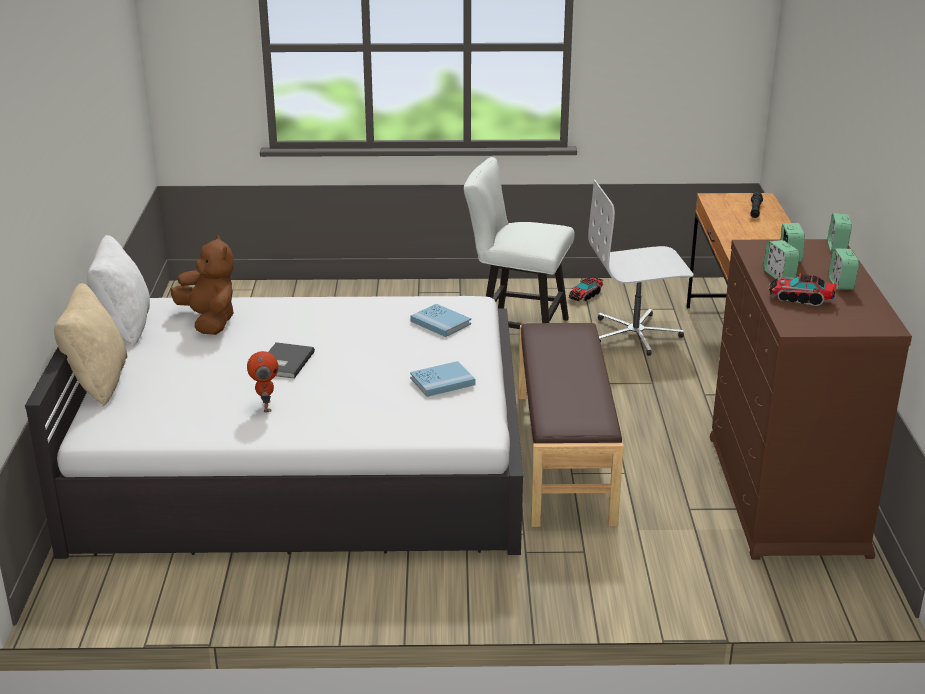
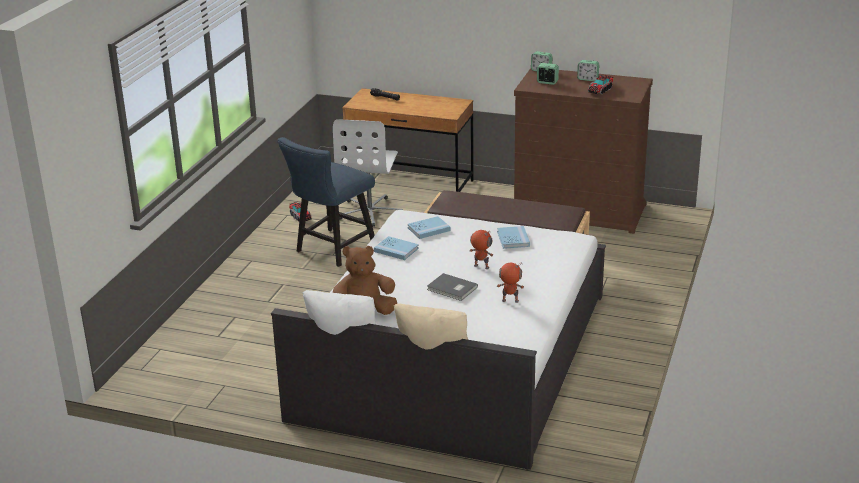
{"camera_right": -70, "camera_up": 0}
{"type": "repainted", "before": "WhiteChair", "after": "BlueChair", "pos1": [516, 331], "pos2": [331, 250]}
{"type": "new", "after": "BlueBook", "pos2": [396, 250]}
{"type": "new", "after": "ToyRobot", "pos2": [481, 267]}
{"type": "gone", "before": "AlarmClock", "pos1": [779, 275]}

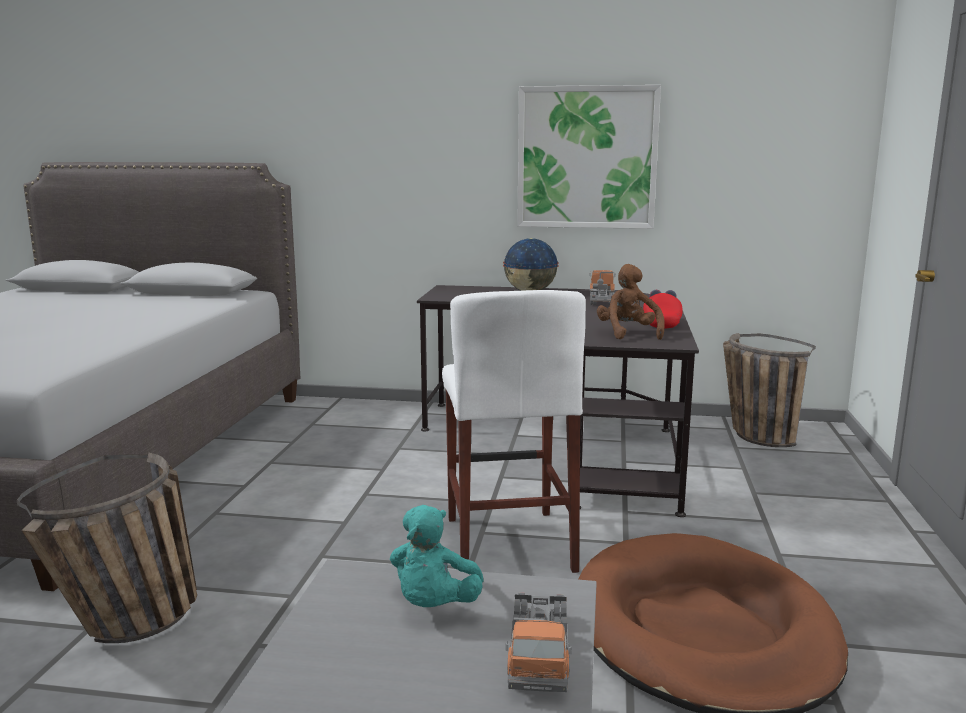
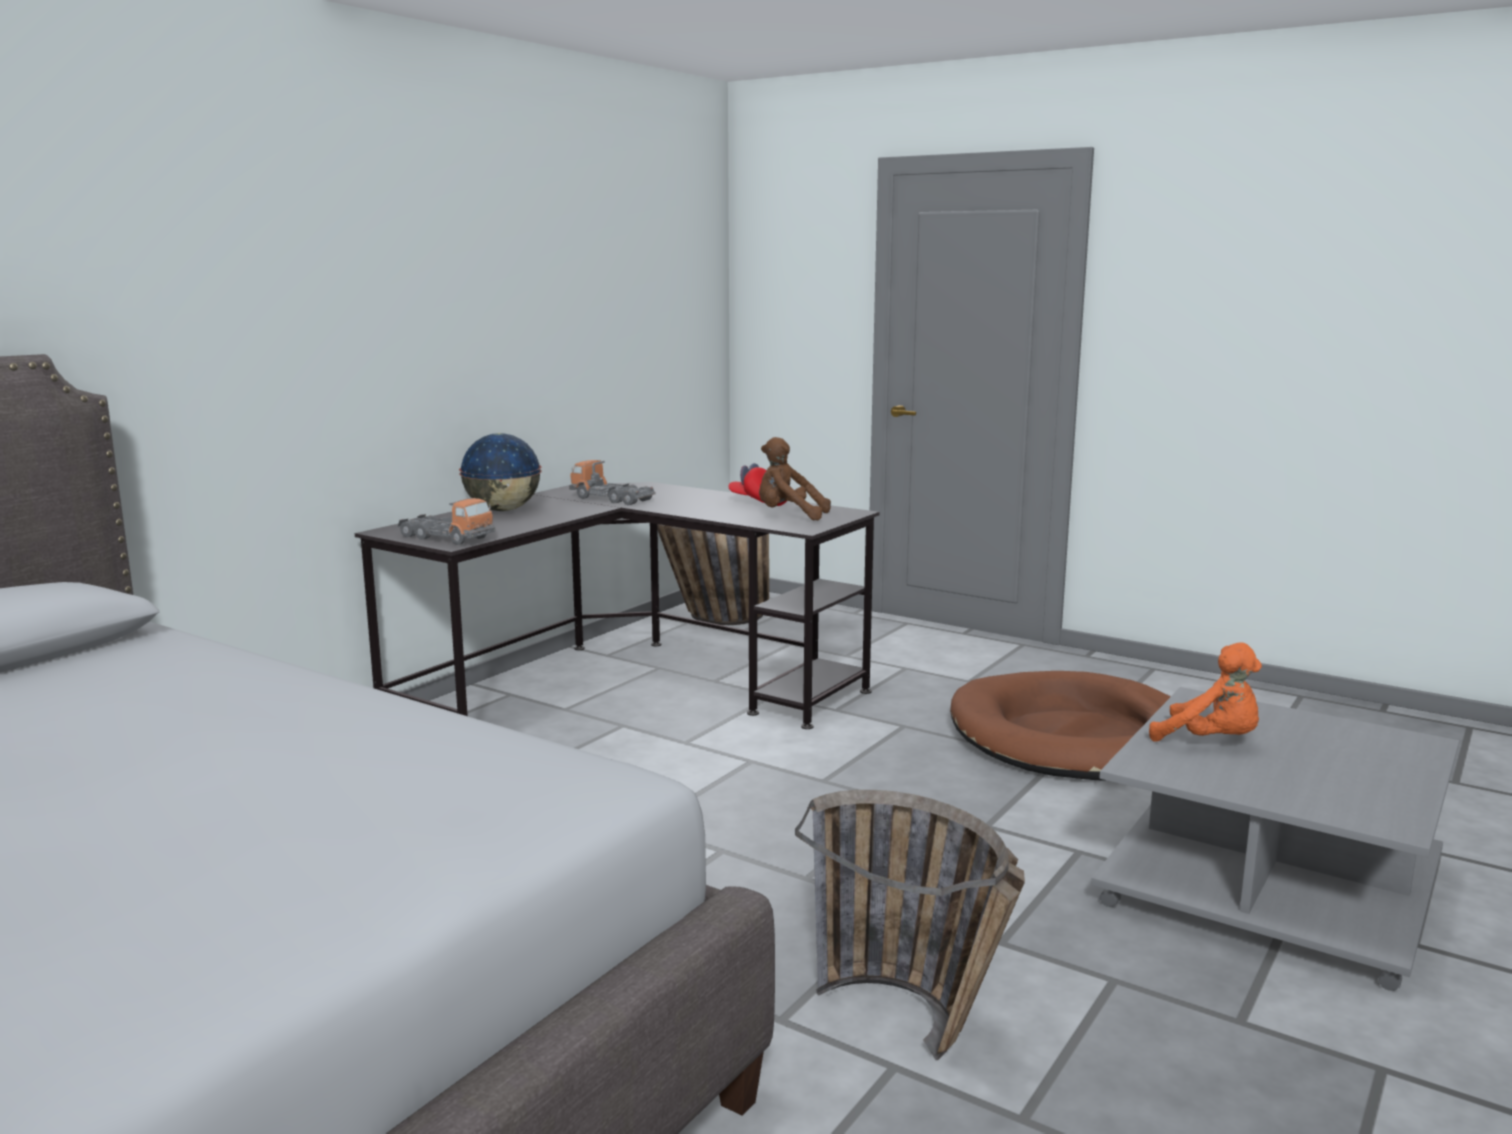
{"camera_right": -65, "camera_up": 0}
{"type": "shifted", "before": "ToyTruck", "pos1": [539, 654], "pos2": [446, 538]}
{"type": "repainted", "before": "TurquoisePlushToy", "after": "OrangePlushToy", "pos1": [434, 606], "pos2": [1211, 741]}
{"type": "gone", "before": "WhiteStool", "pos1": [508, 543]}
{"type": "gone", "before": "Picture", "pos1": [587, 158]}

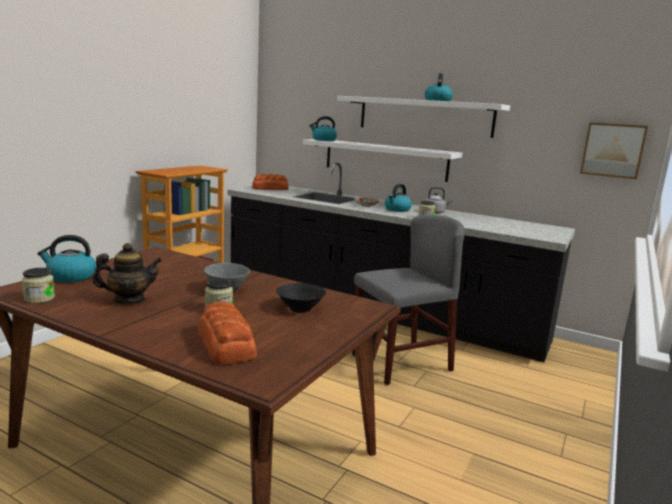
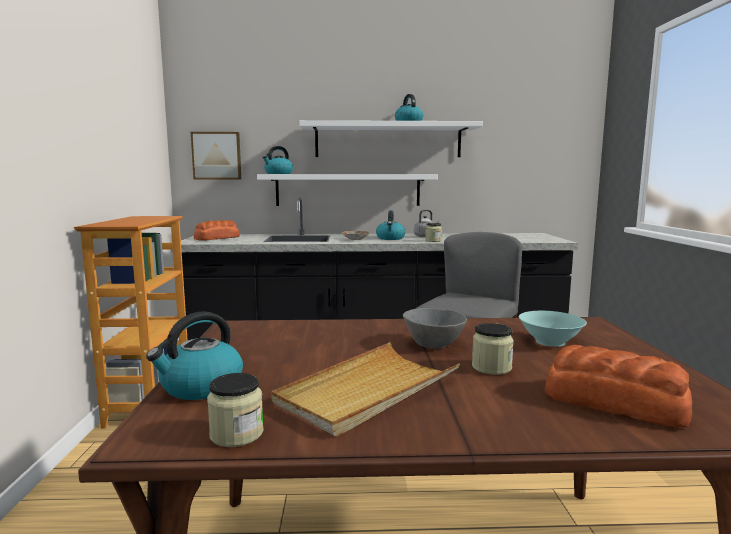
{"camera_right": -30, "camera_up": -5}
{"type": "shifted", "before": "Picture", "pos1": [613, 150], "pos2": [217, 156]}
{"type": "swapped", "before": "Teapot", "after": "BeigeTray", "pos1": [129, 300], "pos2": [368, 391]}
{"type": "repainted", "before": "BlackBowl", "after": "TurquoiseBowl", "pos1": [299, 308], "pos2": [550, 342]}

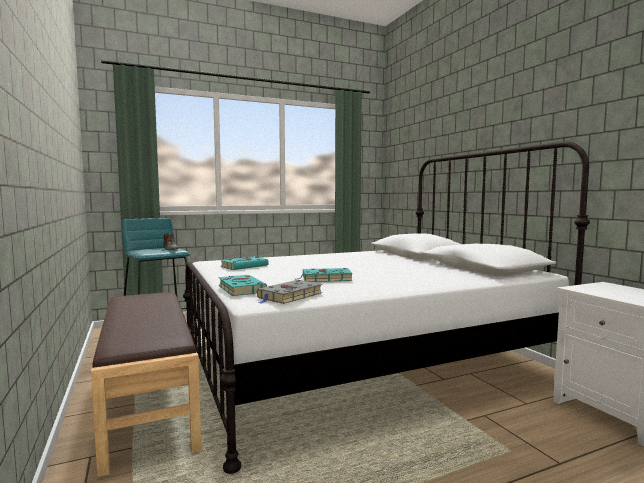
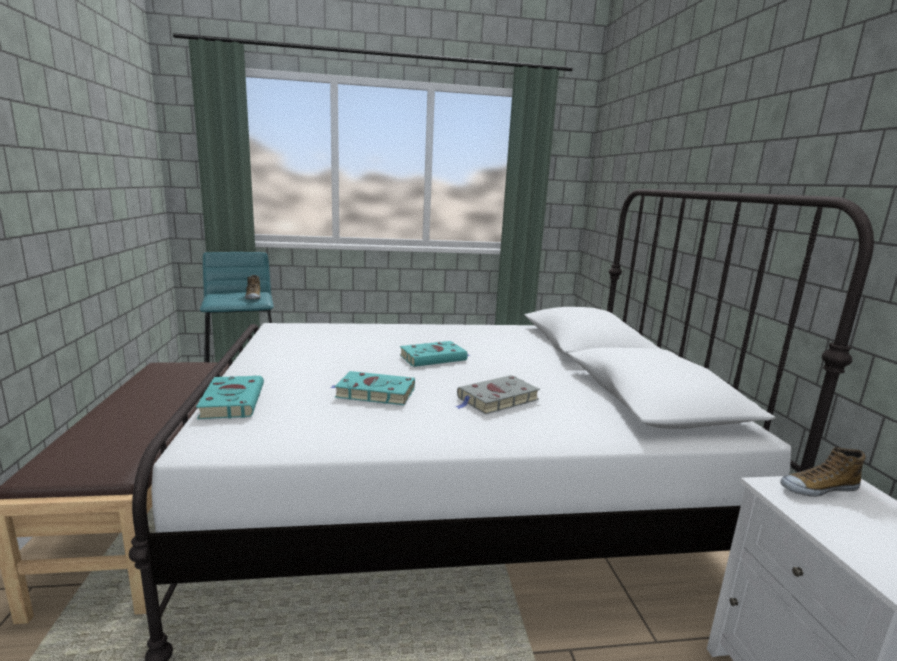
{"camera_right": 15, "camera_up": 10}
{"type": "shifted", "before": "TurquoiseBook", "pos1": [245, 266], "pos2": [434, 358]}
{"type": "shifted", "before": "GreyBook", "pos1": [289, 296], "pos2": [496, 399]}
{"type": "new", "after": "Shoe", "pos2": [817, 488]}

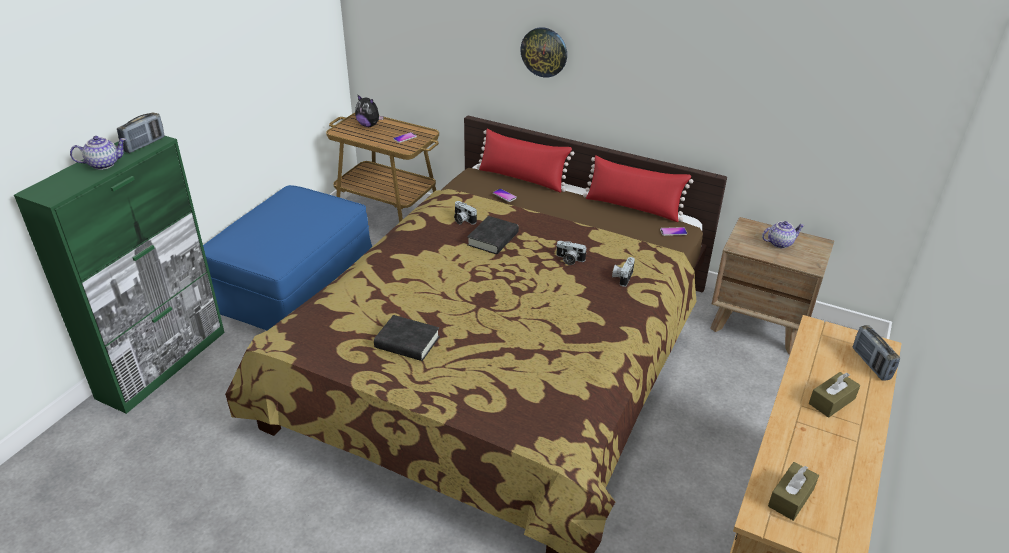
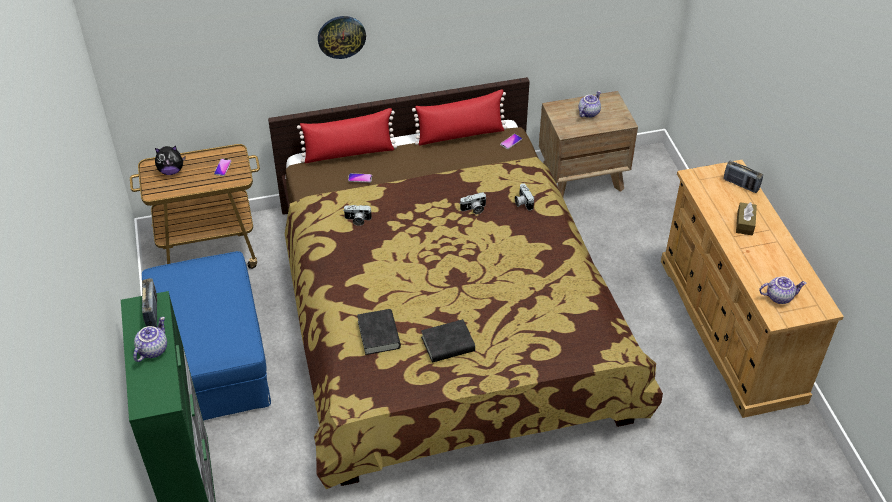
{"camera_right": -40, "camera_up": 10}
{"type": "shifted", "before": "BlackBook", "pos1": [493, 239], "pos2": [379, 334]}
{"type": "swapped", "before": "BrownTissueBox", "after": "Teapot", "pos1": [791, 497], "pos2": [779, 296]}

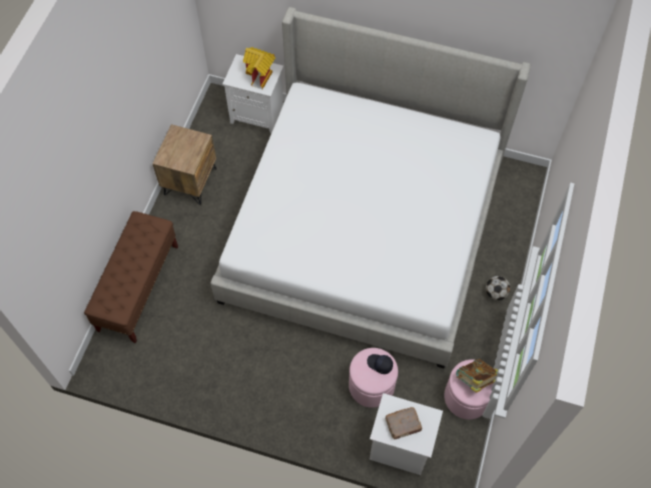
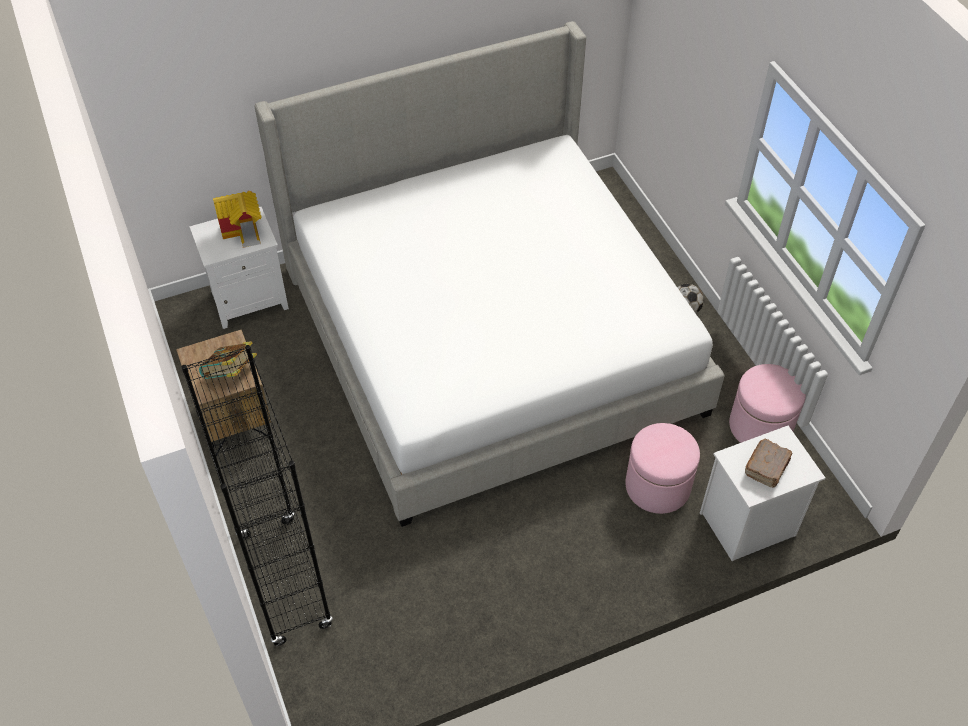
{"camera_right": -40, "camera_up": -10}
{"type": "swapped", "before": "BrownBench", "after": "BlackBookcase", "pos1": [138, 288], "pos2": [284, 580]}
{"type": "shifted", "before": "Book", "pos1": [475, 380], "pos2": [231, 374]}
{"type": "gone", "before": "BlackCap", "pos1": [379, 364]}

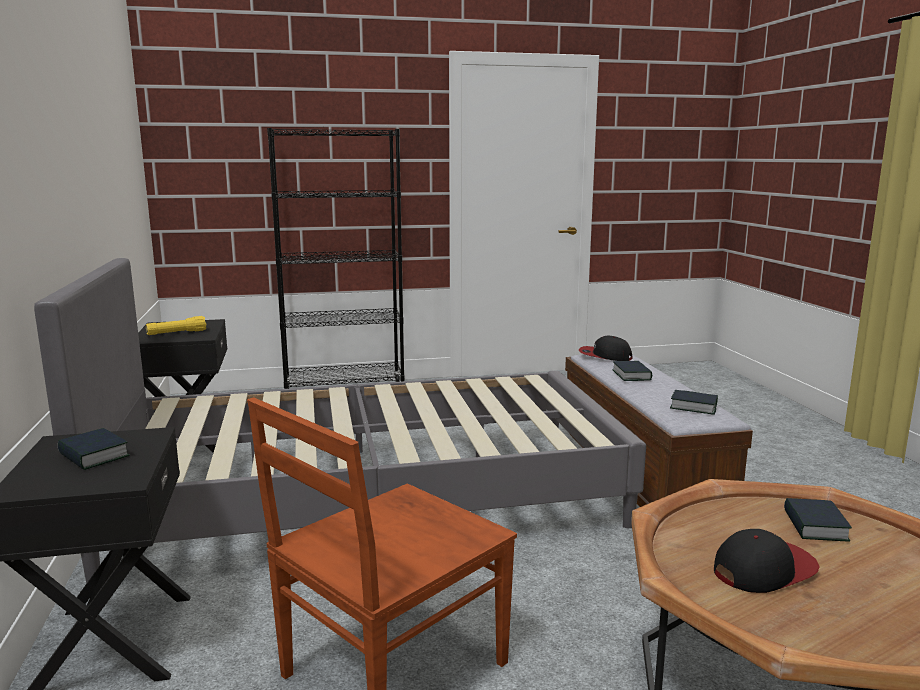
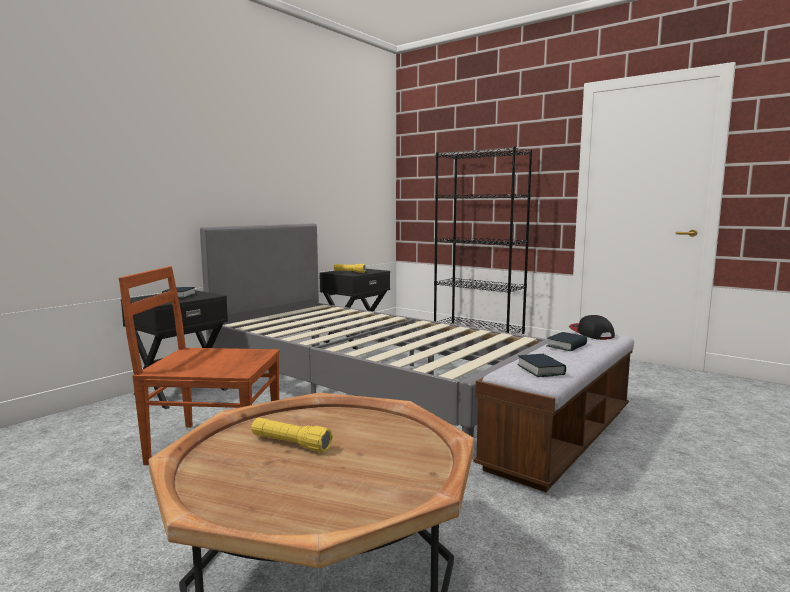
{"camera_right": 50, "camera_up": -5}
{"type": "swapped", "before": "Cap", "after": "YellowFlashlight", "pos1": [763, 570], "pos2": [290, 444]}
{"type": "gone", "before": "Book", "pos1": [815, 526]}

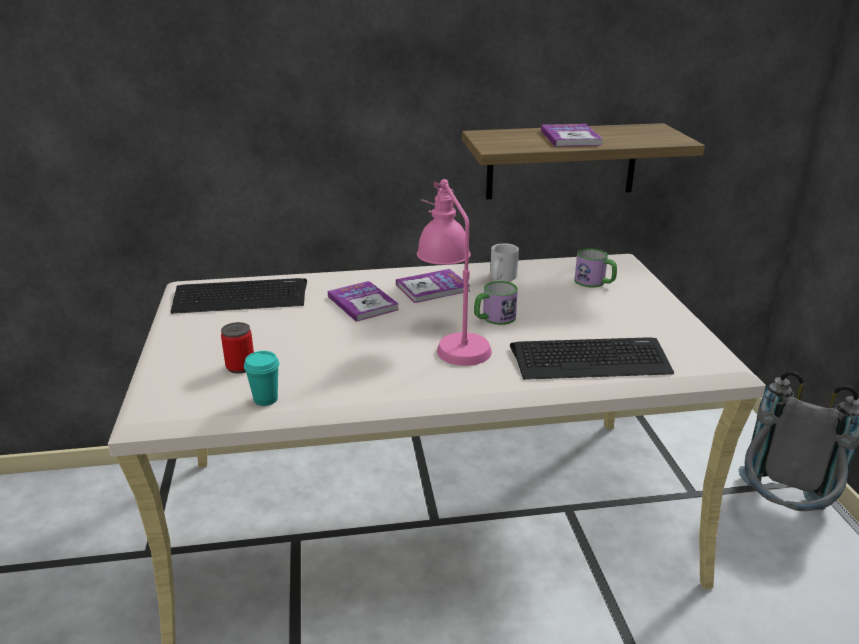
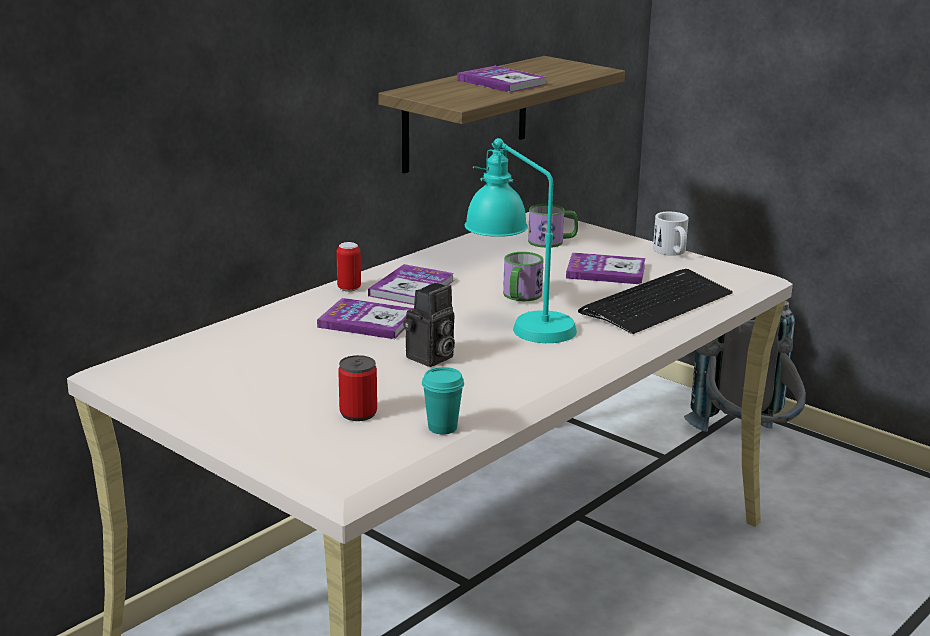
{"camera_right": -40, "camera_up": -5}
{"type": "new", "after": "Can", "pos2": [349, 288]}
{"type": "new", "after": "PhotoCamera", "pos2": [430, 358]}
{"type": "repainted", "before": "PinkTableLamp", "after": "TurquoiseTableLamp", "pos1": [452, 340], "pos2": [518, 325]}
{"type": "new", "after": "Book", "pos2": [605, 271]}
{"type": "shifted", "before": "WhiteMug", "pos1": [501, 278], "pos2": [672, 252]}
{"type": "gone", "before": "Keyboard", "pos1": [240, 297]}

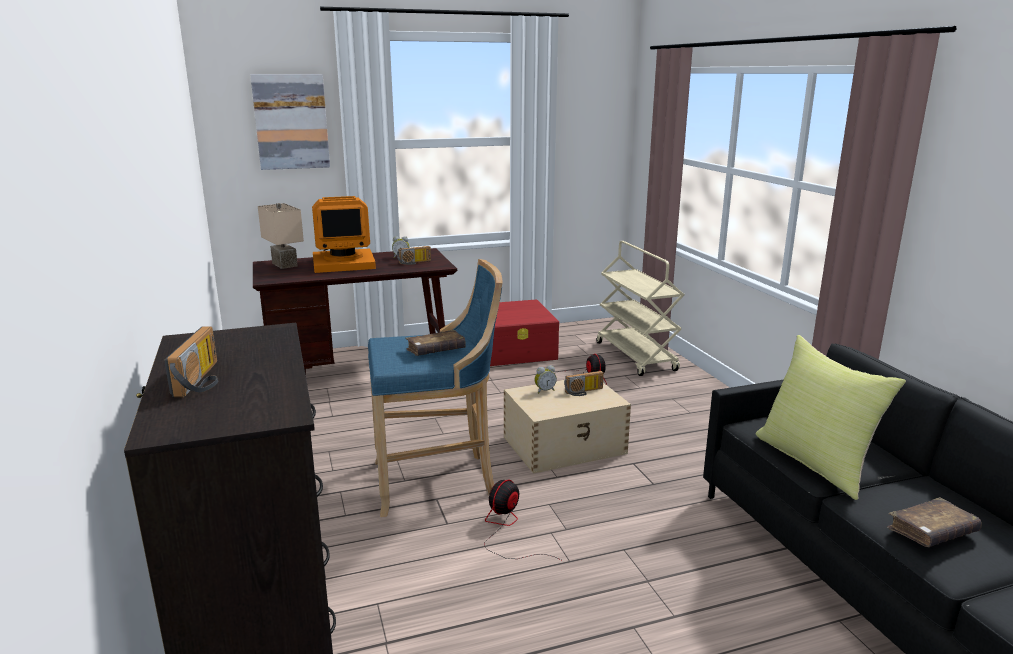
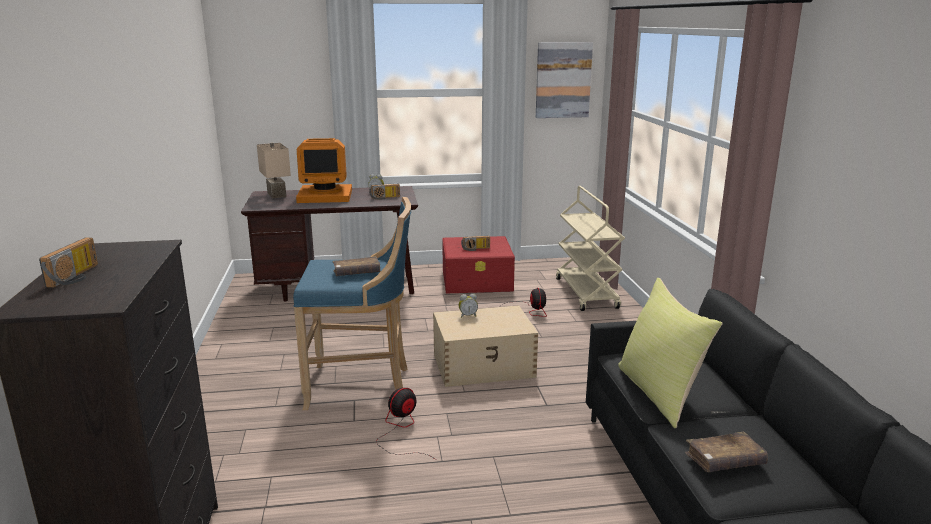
{"camera_right": 10, "camera_up": 0}
{"type": "shifted", "before": "Radio", "pos1": [584, 392], "pos2": [475, 249]}
{"type": "shifted", "before": "Picture", "pos1": [291, 122], "pos2": [563, 80]}

